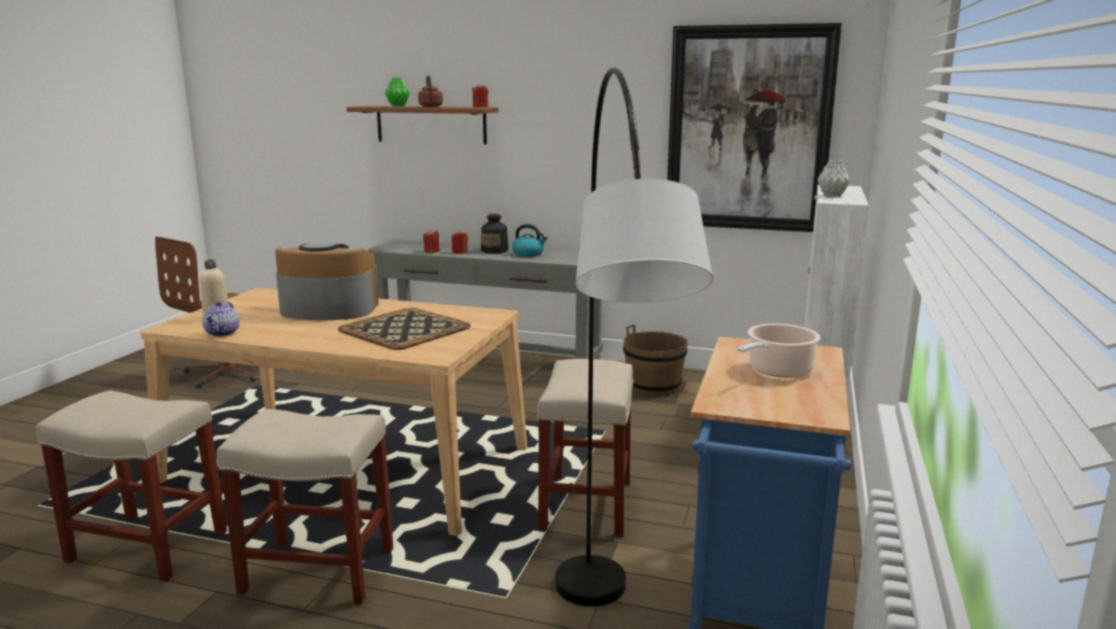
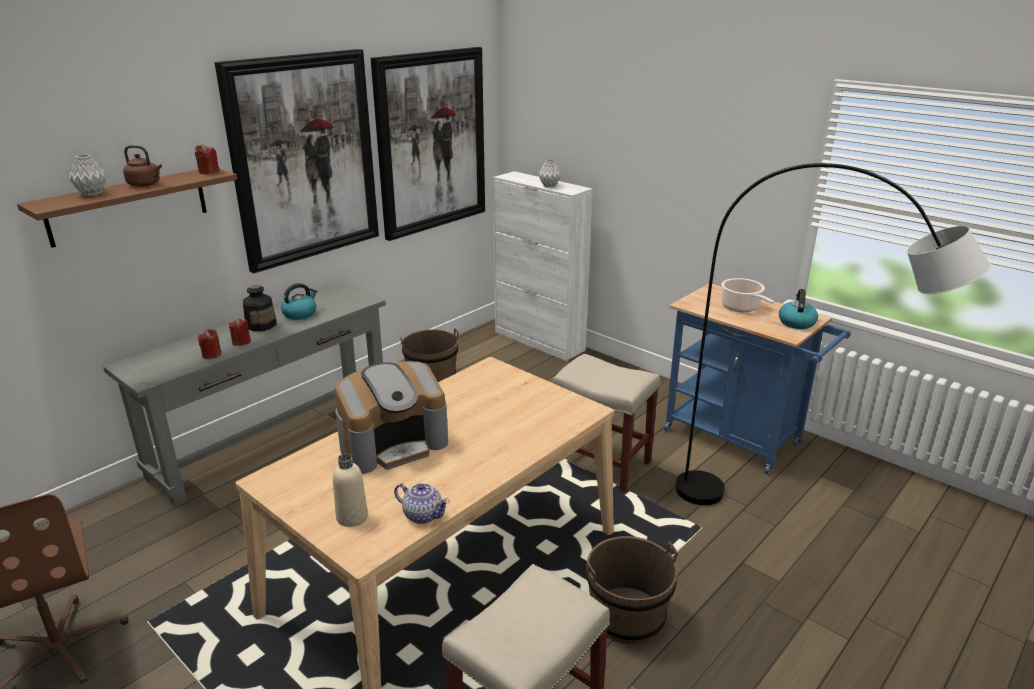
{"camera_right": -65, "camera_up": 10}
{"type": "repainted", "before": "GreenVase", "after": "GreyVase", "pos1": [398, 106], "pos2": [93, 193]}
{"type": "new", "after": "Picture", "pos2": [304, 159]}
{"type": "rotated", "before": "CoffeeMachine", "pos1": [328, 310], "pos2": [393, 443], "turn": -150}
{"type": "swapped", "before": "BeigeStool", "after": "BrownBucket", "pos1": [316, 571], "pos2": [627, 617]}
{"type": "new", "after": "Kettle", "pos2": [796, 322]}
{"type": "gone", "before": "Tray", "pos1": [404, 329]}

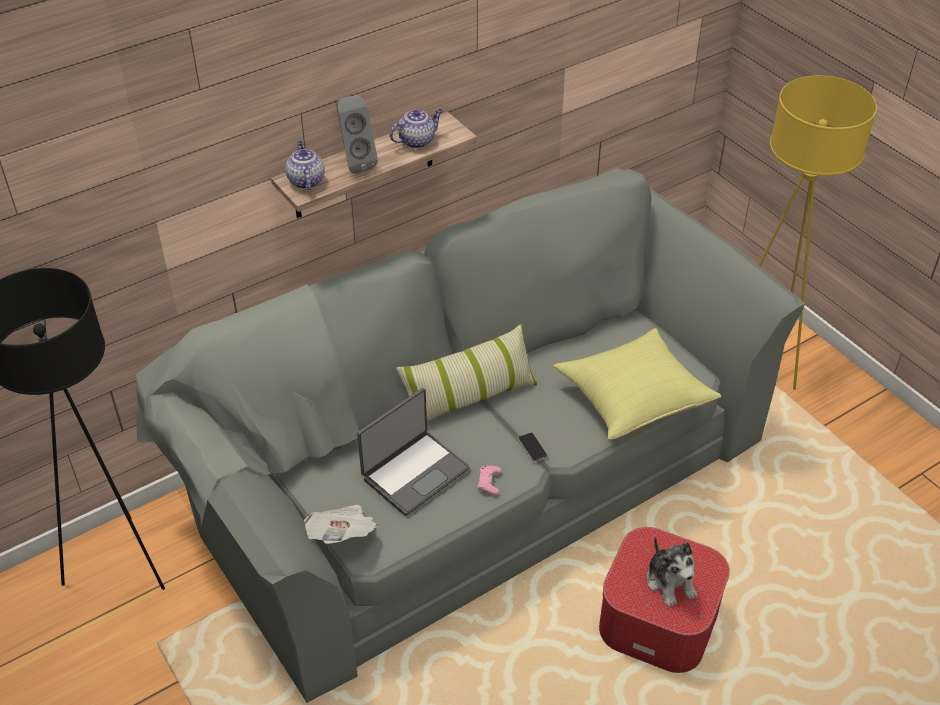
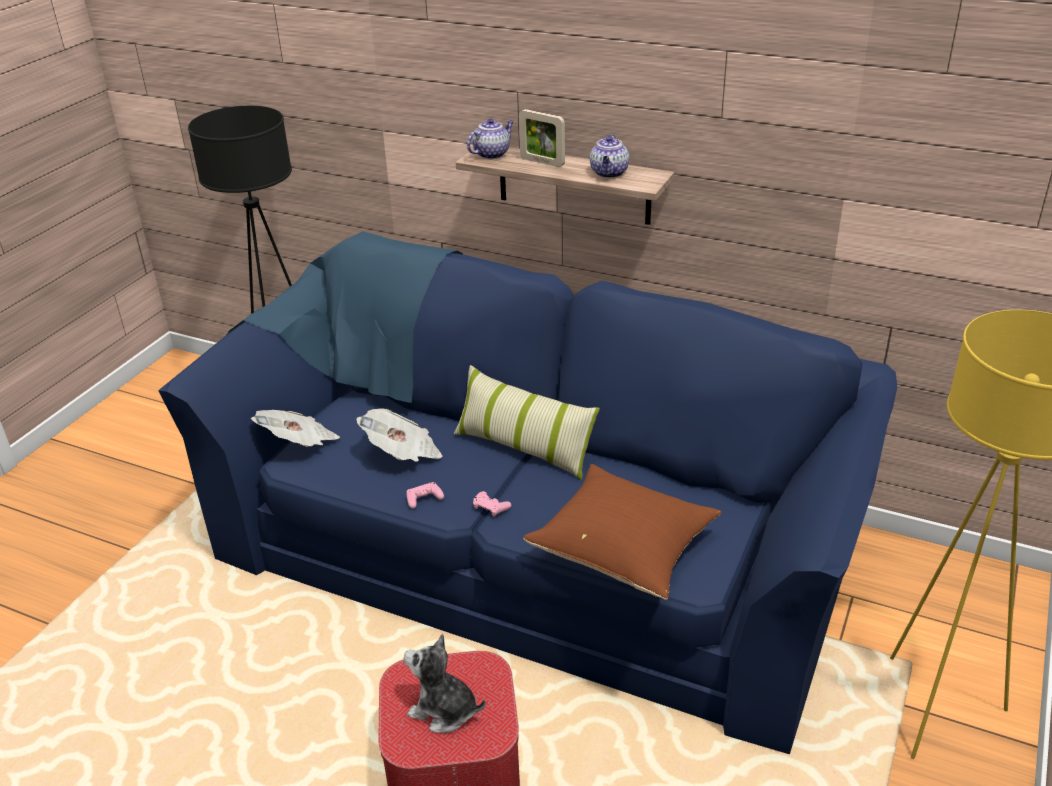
{"camera_right": 60, "camera_up": -10}
{"type": "repainted", "before": "GreySofa", "after": "BlueSofa", "pos1": [473, 474], "pos2": [532, 547]}
{"type": "swapped", "before": "Laptop", "after": "Newspaper", "pos1": [414, 472], "pos2": [403, 453]}
{"type": "rotated", "before": "PlushToy", "pos1": [670, 582], "pos2": [444, 710], "turn": 75}
{"type": "swapped", "before": "Phone", "after": "PinkGameController", "pos1": [532, 447], "pos2": [491, 507]}
{"type": "swapped", "before": "GreySpeaker", "after": "PictureFrame", "pos1": [355, 162], "pos2": [542, 162]}
{"type": "repainted", "before": "YellowPillow", "after": "BrownPillow", "pos1": [633, 399], "pos2": [625, 550]}
{"type": "rotated", "before": "Teapot", "pos1": [417, 140], "pos2": [609, 173], "turn": 75}

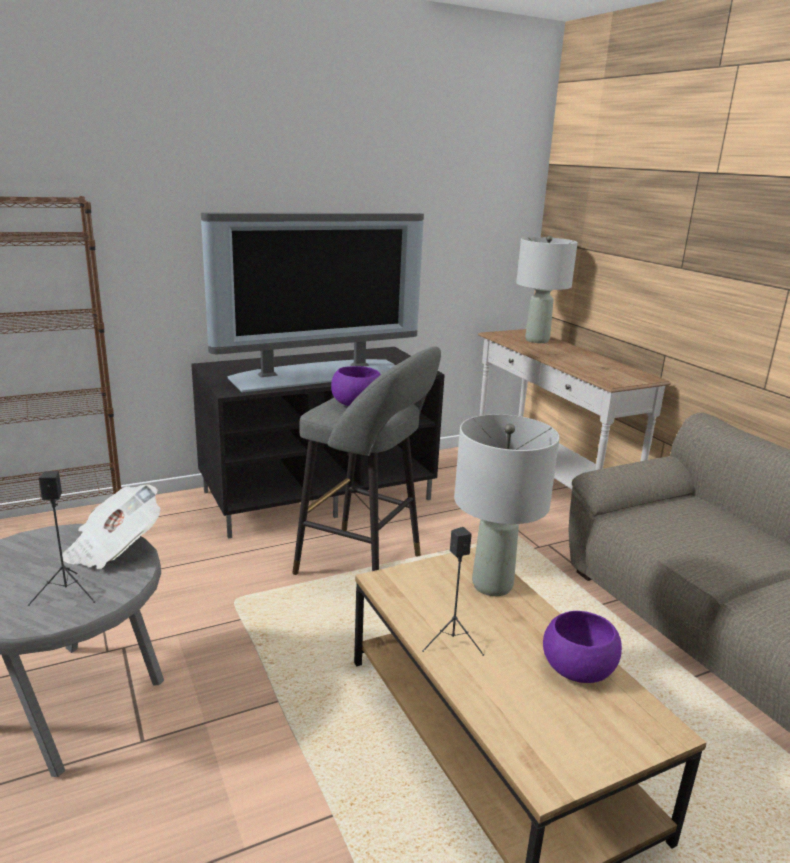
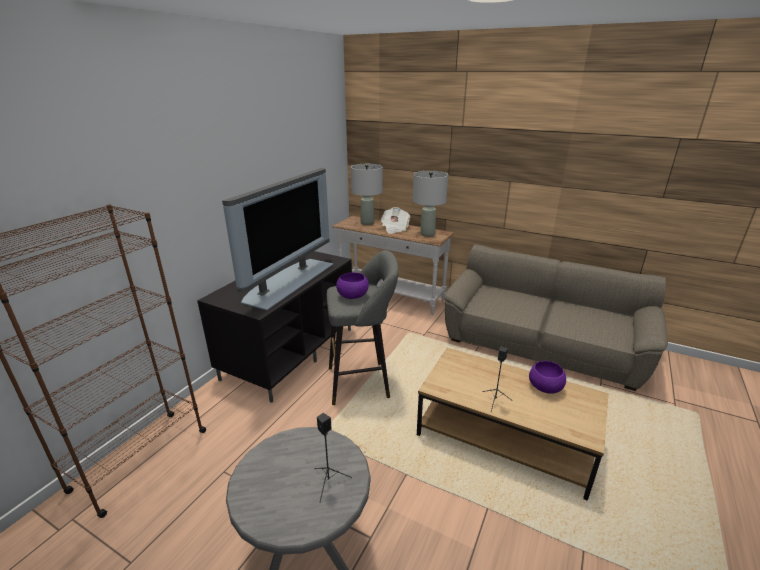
{"camera_right": -35, "camera_up": 5}
{"type": "shifted", "before": "Newspaper", "pos1": [114, 548], "pos2": [394, 228]}
{"type": "shifted", "before": "GreyTableLamp", "pos1": [491, 585], "pos2": [427, 234]}

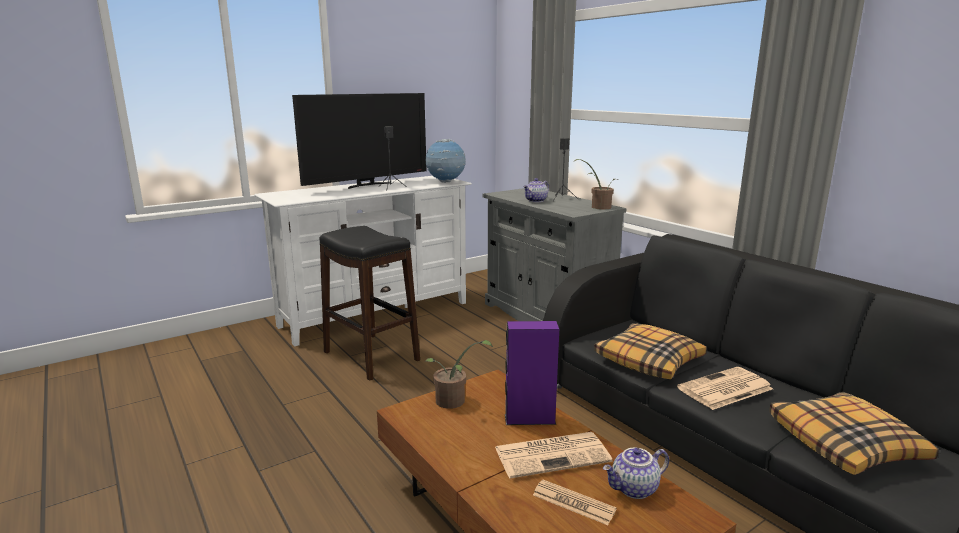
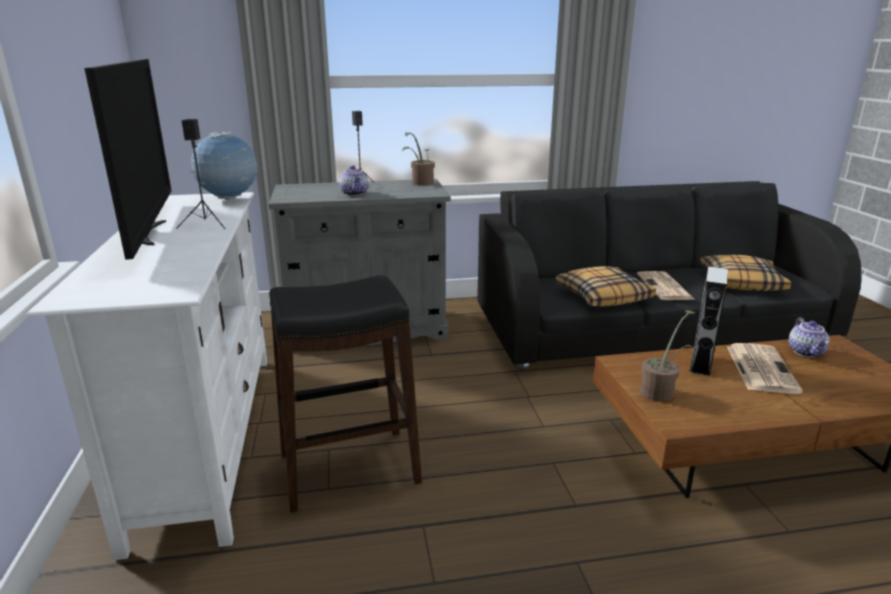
{"camera_right": -65, "camera_up": 5}
{"type": "repainted", "before": "PurpleSpeaker", "after": "GreySpeaker", "pos1": [529, 419], "pos2": [700, 364]}
{"type": "gone", "before": "Newspaper", "pos1": [573, 503]}

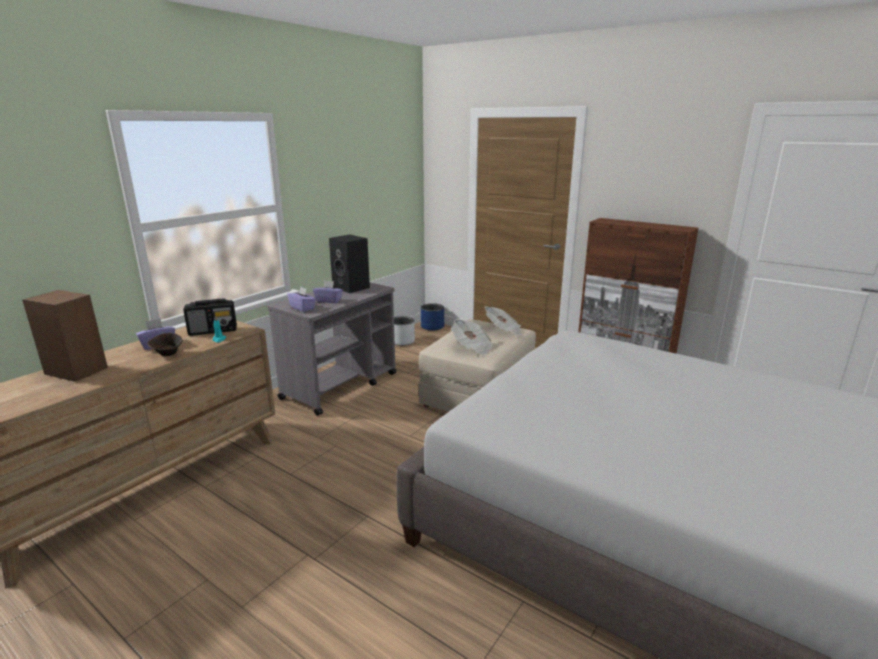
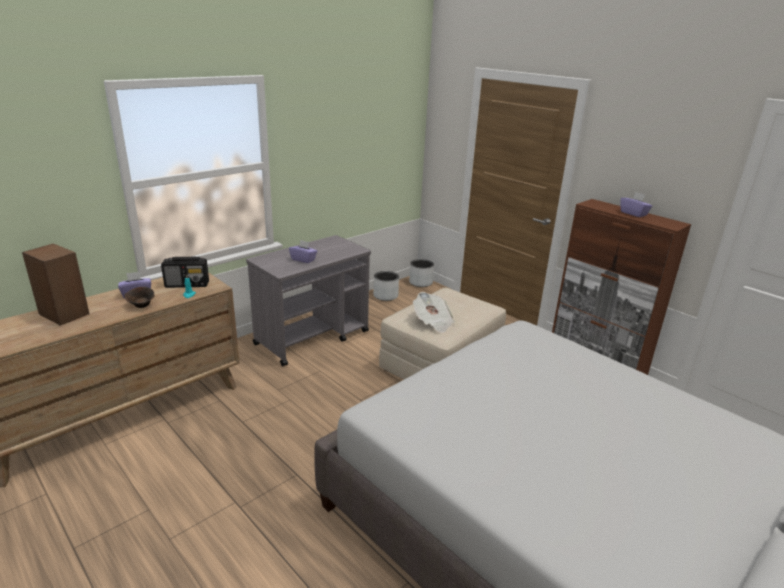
{"camera_right": 10, "camera_up": 5}
{"type": "repainted", "before": "BluePlanter", "after": "GreyPlanter", "pos1": [432, 327], "pos2": [420, 283]}
{"type": "shifted", "before": "PurpleTissueBox", "pos1": [303, 308], "pos2": [633, 213]}
{"type": "gone", "before": "BlackSpeaker", "pos1": [352, 287]}
{"type": "gone", "before": "Newspaper", "pos1": [503, 331]}

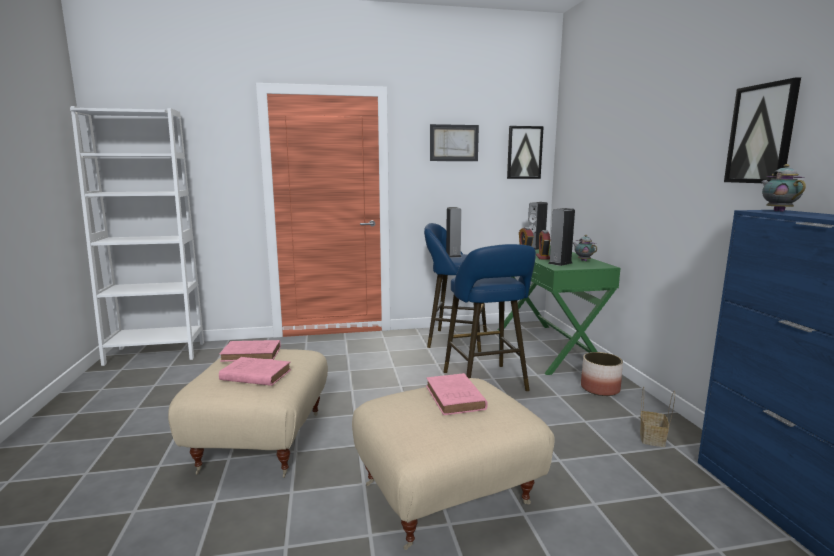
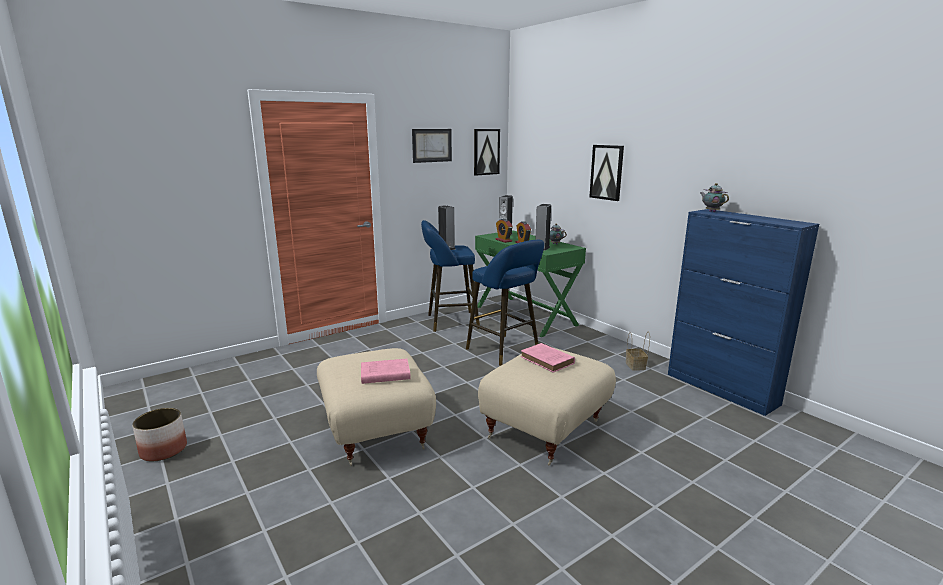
{"camera_right": -25, "camera_up": 5}
{"type": "shifted", "before": "Planter", "pos1": [600, 389], "pos2": [164, 450]}
{"type": "shifted", "before": "Picture", "pos1": [761, 134], "pos2": [607, 172]}
{"type": "gone", "before": "WhiteBookcase", "pos1": [155, 353]}
{"type": "gone", "before": "PinkBook", "pos1": [253, 354]}

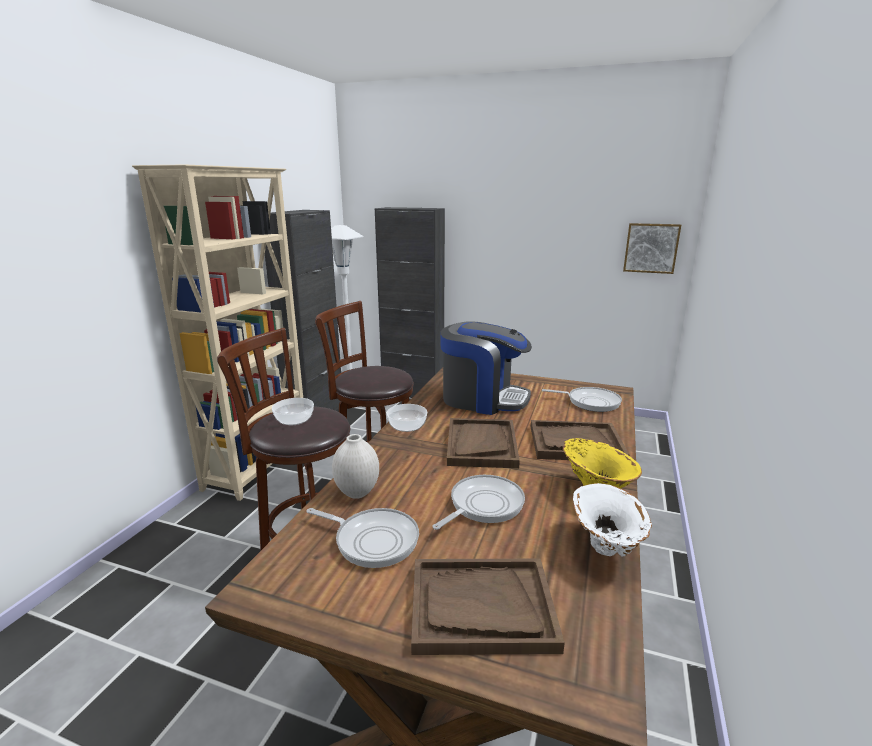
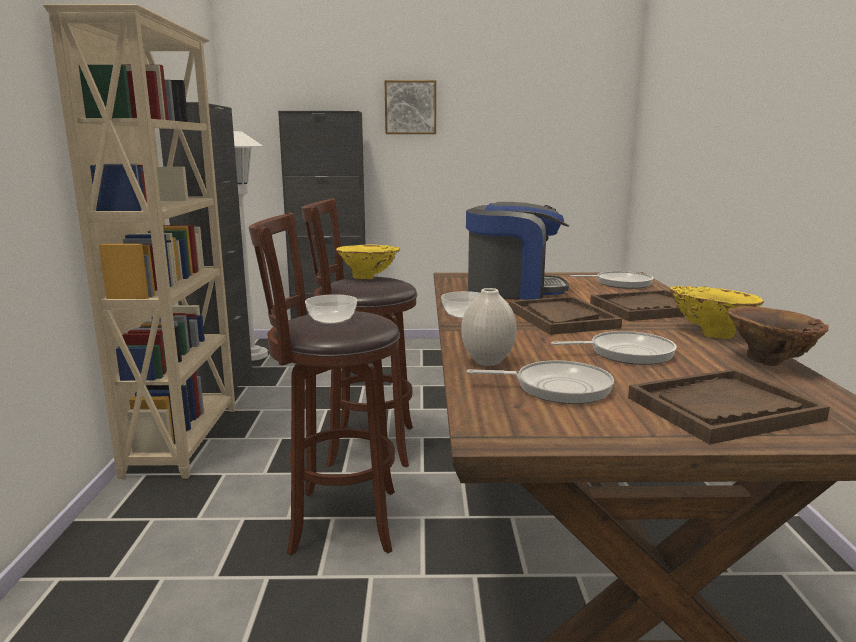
{"camera_right": -20, "camera_up": -5}
{"type": "new", "after": "YellowVase", "pos2": [368, 278]}
{"type": "shifted", "before": "Picture", "pos1": [651, 248], "pos2": [410, 107]}
{"type": "rotated", "before": "FryingPan", "pos1": [483, 505], "pos2": [626, 353], "turn": 60}
{"type": "repainted", "before": "WhiteVase", "after": "BrownVase", "pos1": [604, 550], "pos2": [769, 363]}

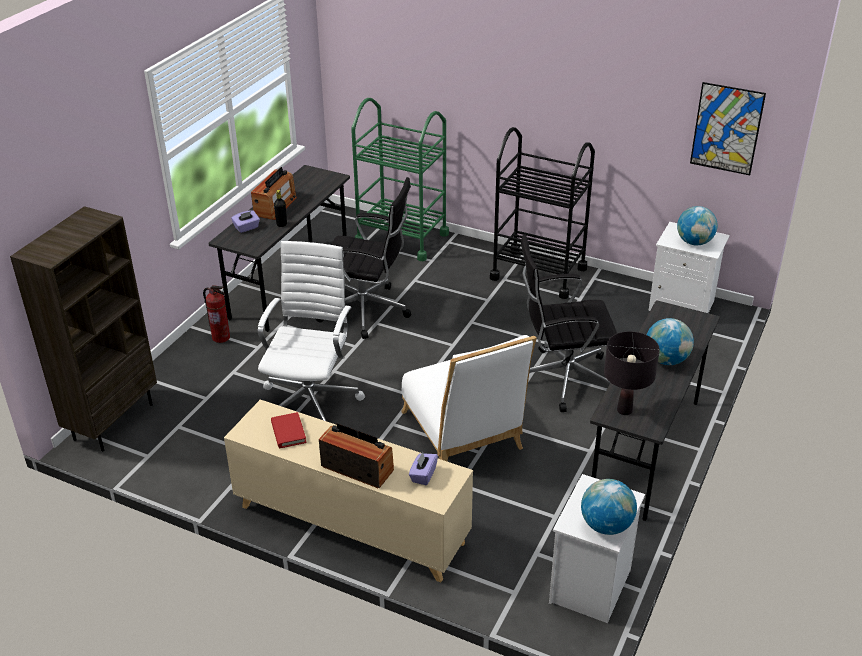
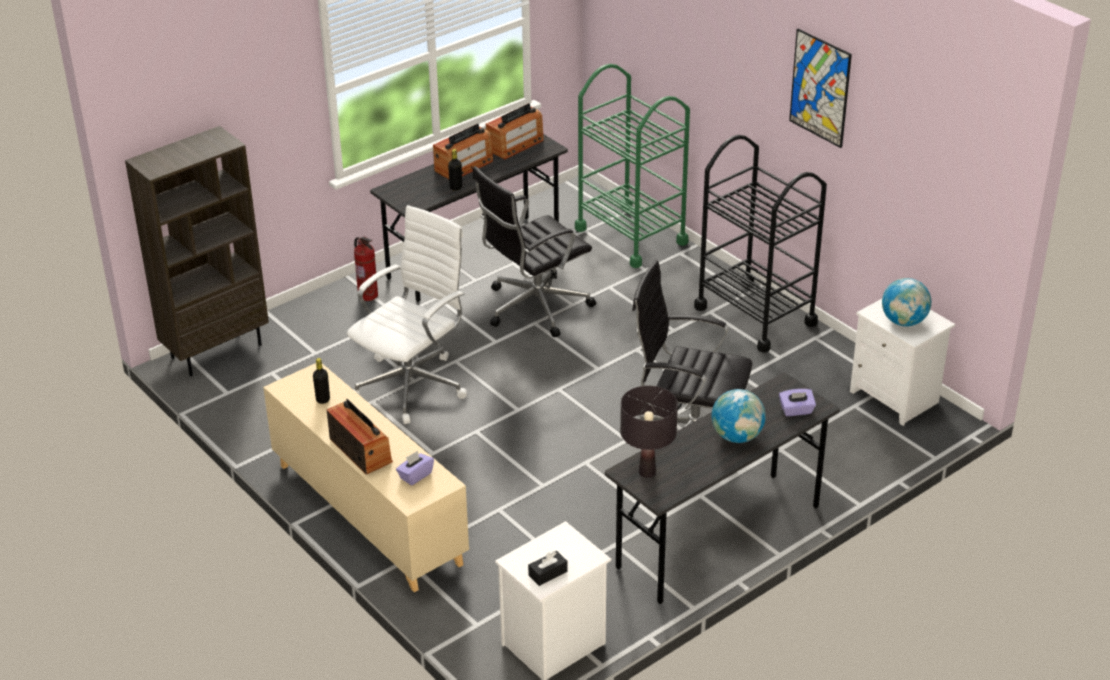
{"camera_right": 25, "camera_up": 0}
{"type": "swapped", "before": "RedBook", "after": "BlackBottle", "pos1": [288, 432], "pos2": [323, 399]}
{"type": "rotated", "before": "BlackOfficeChair", "pos1": [367, 311], "pos2": [534, 308], "turn": 105}
{"type": "new", "after": "Radio", "pos2": [515, 145]}
{"type": "swapped", "before": "Globe", "after": "BlackTissueBox", "pos1": [606, 525], "pos2": [548, 573]}
{"type": "shifted", "before": "PurpleTissueBox", "pos1": [246, 228], "pos2": [796, 411]}
{"type": "shifted", "before": "Picture", "pos1": [726, 129], "pos2": [820, 88]}
{"type": "gone", "before": "WhiteChair", "pos1": [464, 435]}

